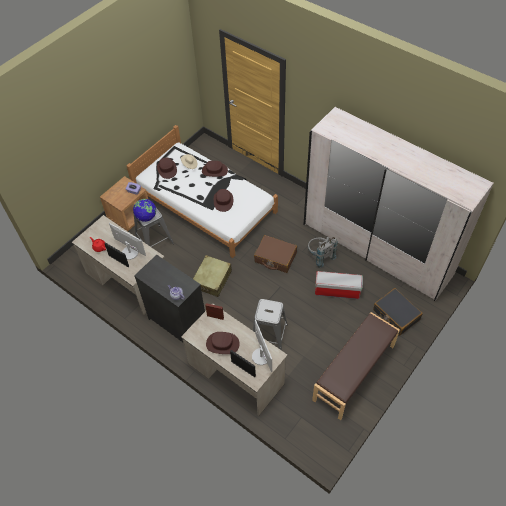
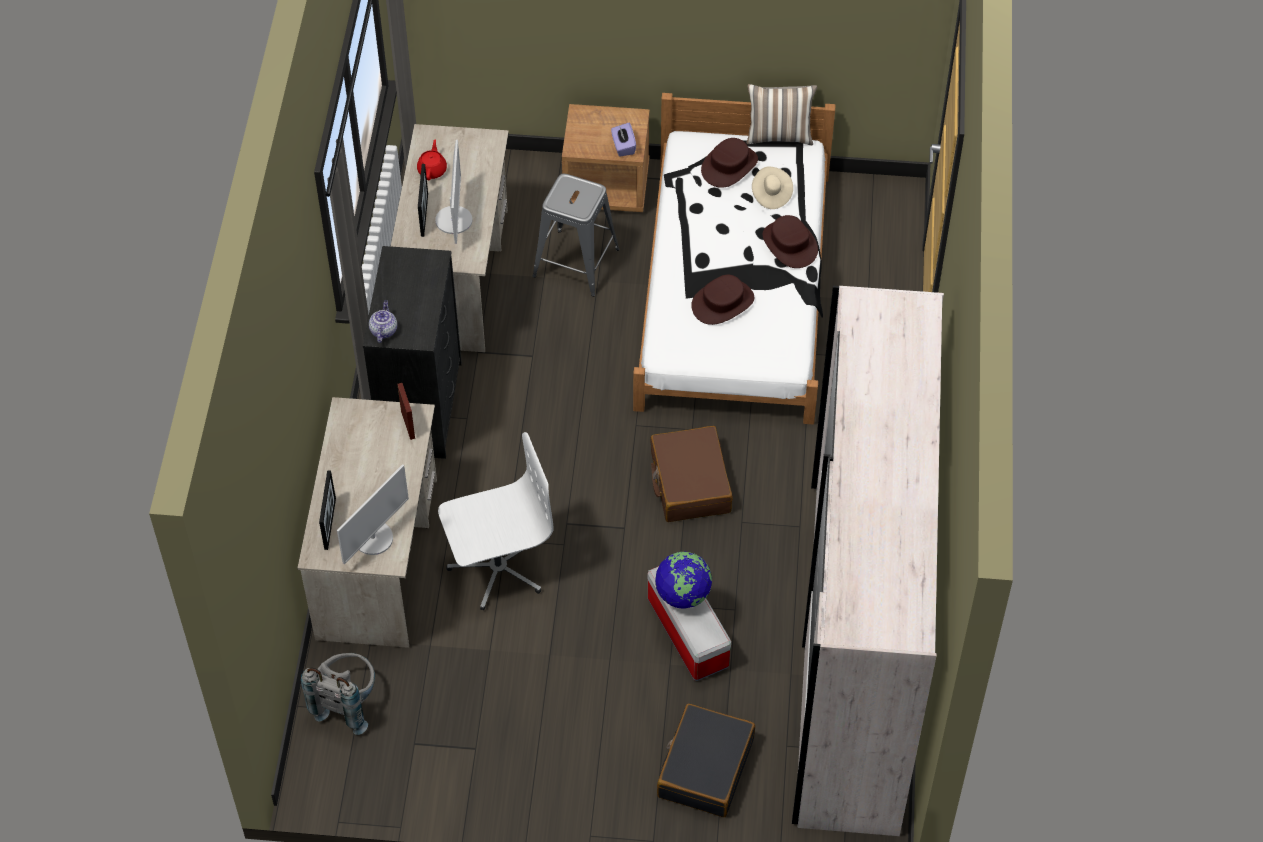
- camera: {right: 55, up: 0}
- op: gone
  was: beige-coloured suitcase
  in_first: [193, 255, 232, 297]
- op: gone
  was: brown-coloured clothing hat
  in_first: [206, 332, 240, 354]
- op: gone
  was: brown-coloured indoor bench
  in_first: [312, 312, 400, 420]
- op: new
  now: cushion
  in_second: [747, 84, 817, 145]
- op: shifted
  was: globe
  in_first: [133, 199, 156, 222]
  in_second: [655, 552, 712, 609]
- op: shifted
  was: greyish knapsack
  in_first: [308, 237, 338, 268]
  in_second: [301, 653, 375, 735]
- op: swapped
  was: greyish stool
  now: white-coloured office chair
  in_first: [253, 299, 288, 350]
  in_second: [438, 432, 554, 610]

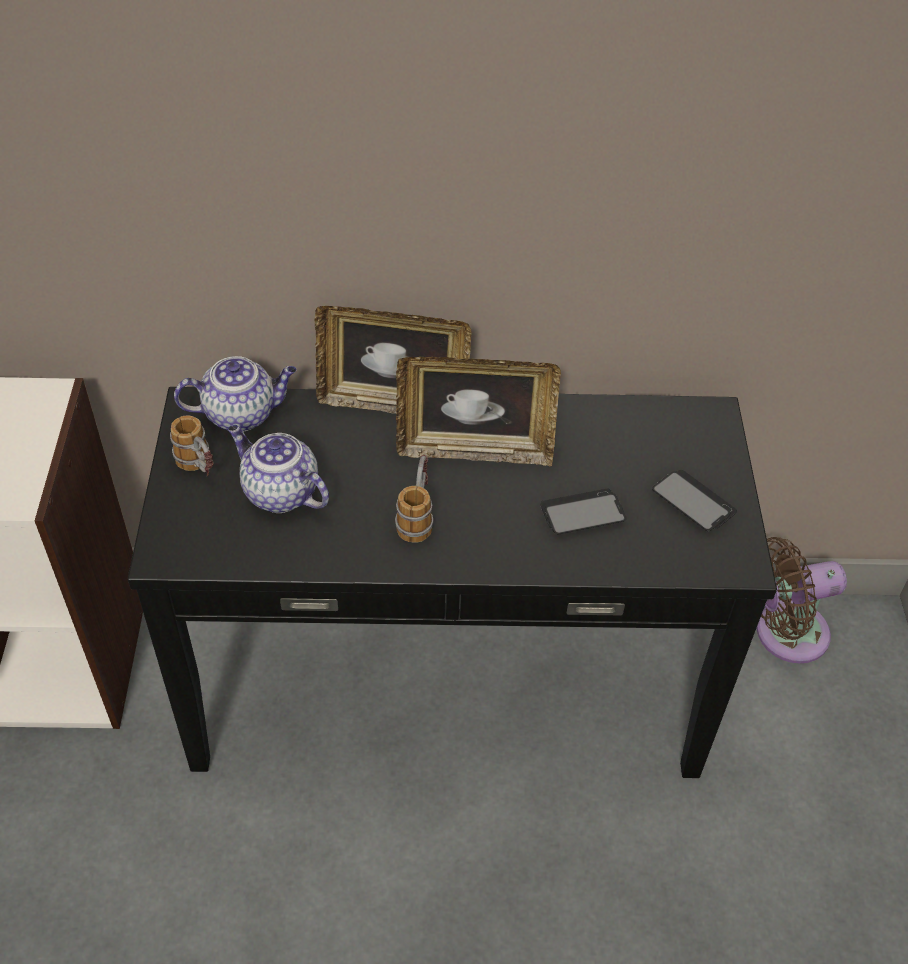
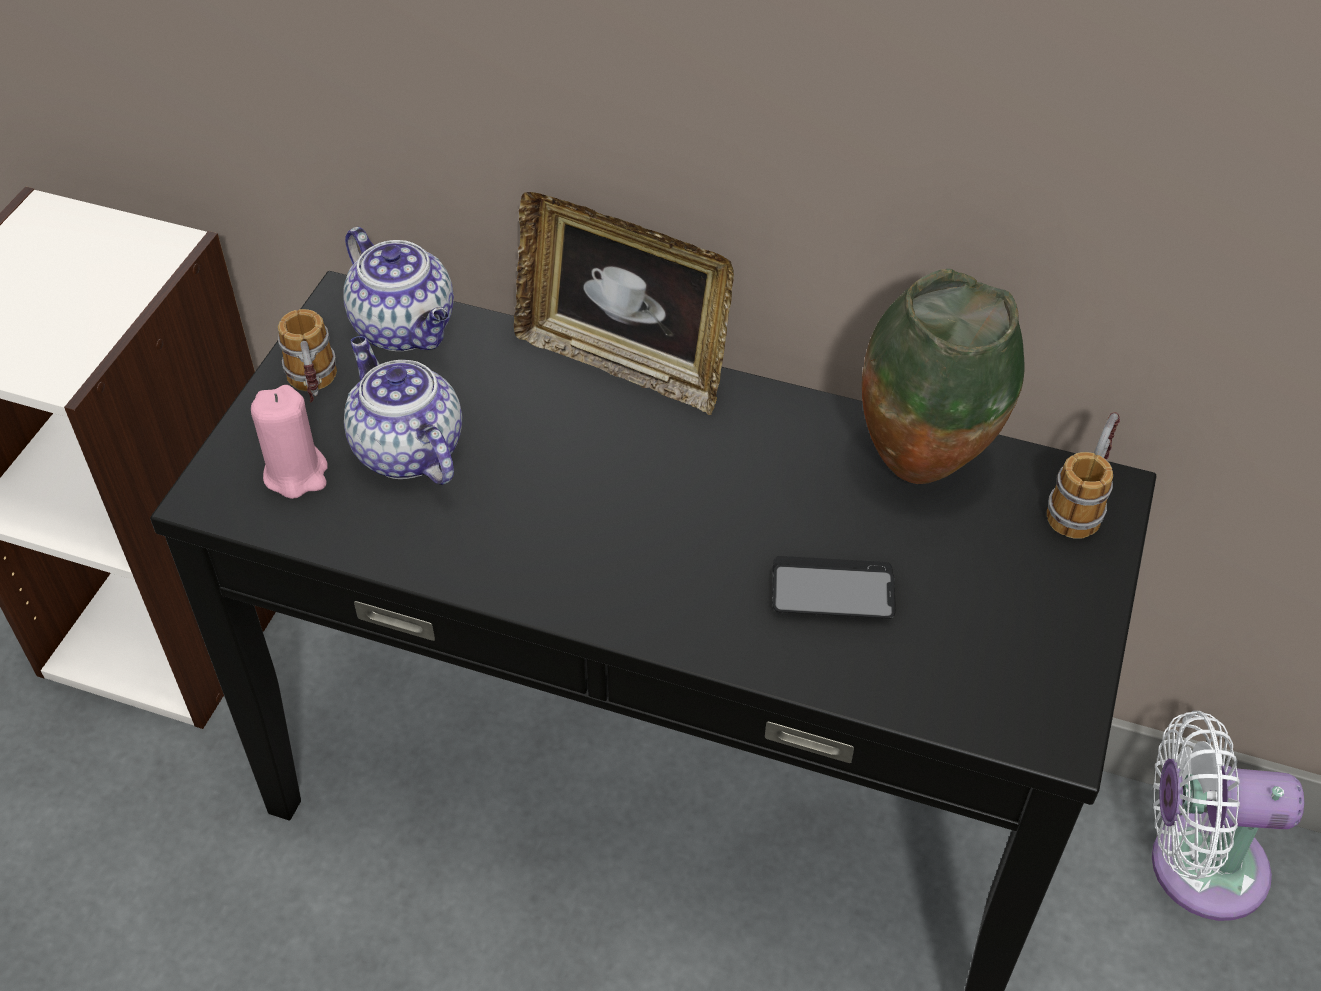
- camera: {right: 20, up: 0}
- op: gone
  was: photo frame
  in_first: [396, 357, 561, 466]
- op: gone
  was: phone
  in_first: [652, 470, 737, 531]
- op: new
  now: pink-coloured wax candle
  in_second: [251, 385, 328, 499]
- op: new
  now: flower vase
  in_second: [862, 269, 1025, 484]
- op: shifted
  was: tea mug
  in_first: [395, 455, 433, 543]
  in_second: [1047, 412, 1120, 539]
- op: repainted
  was: brown-coloured fan
  now: white-coloured fan
  in_first: [756, 537, 847, 664]
  in_second: [1152, 711, 1304, 921]
- op: rotated
  was: tea pot
  in_first: [174, 356, 297, 432]
  in_second: [343, 227, 454, 351]
  clockwise: 45

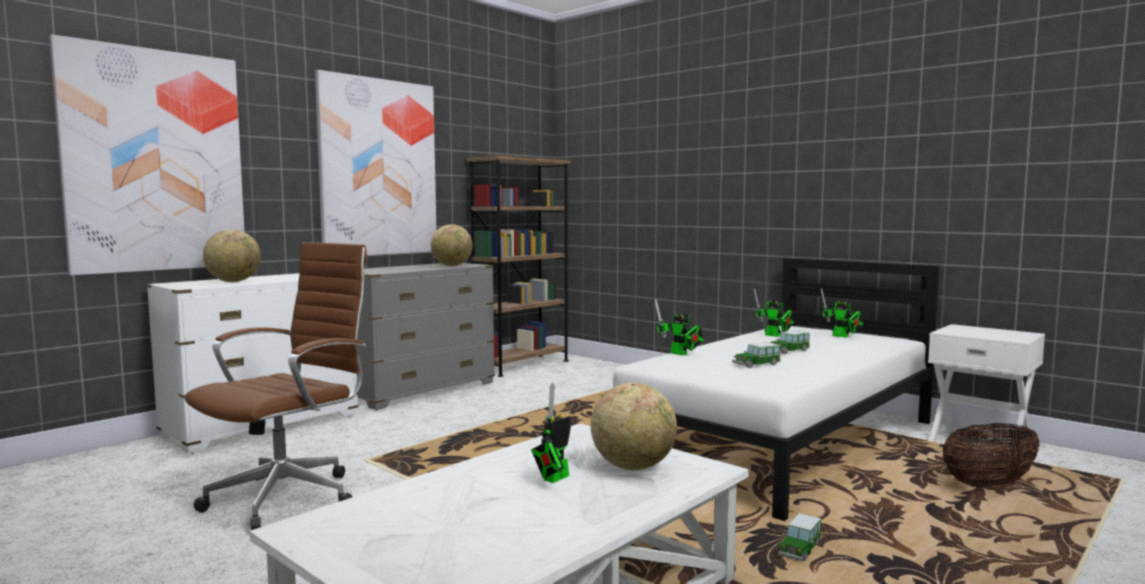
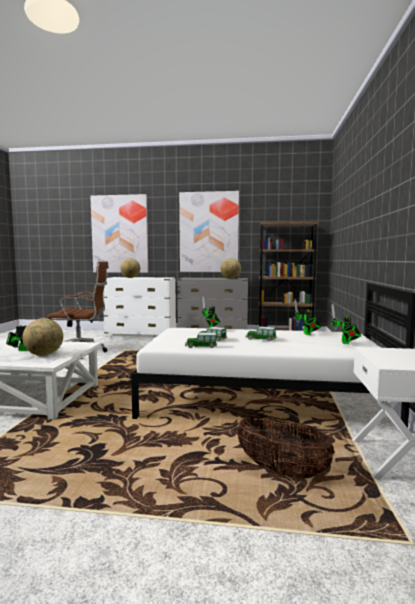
- camera: {right: 55, up: 0}
- op: shifted
  was: toy car
  in_first: [778, 513, 822, 562]
  in_second: [185, 333, 217, 348]

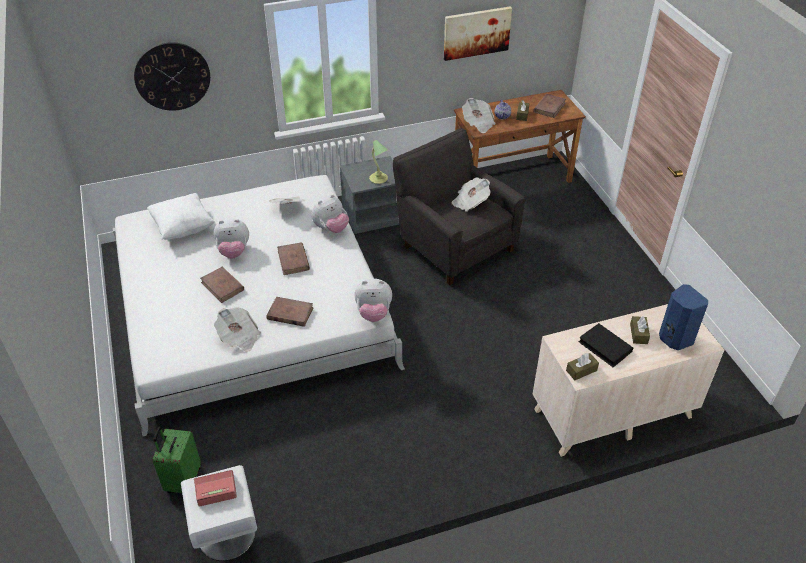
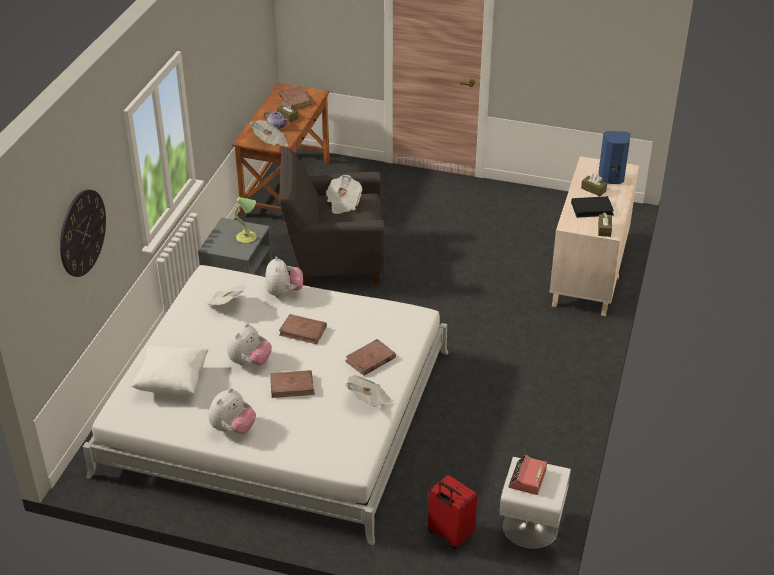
- camera: {right: -55, up: -5}
- op: gone
  was: picture
  in_first: [444, 6, 512, 61]
- op: shifted
  was: cuddly toy
  in_first: [354, 278, 392, 322]
  in_second: [208, 388, 256, 434]
- op: repainted
  was: green-coloured suitcase
  now: red suitcase
  in_first: [153, 427, 201, 493]
  in_second: [428, 475, 477, 549]

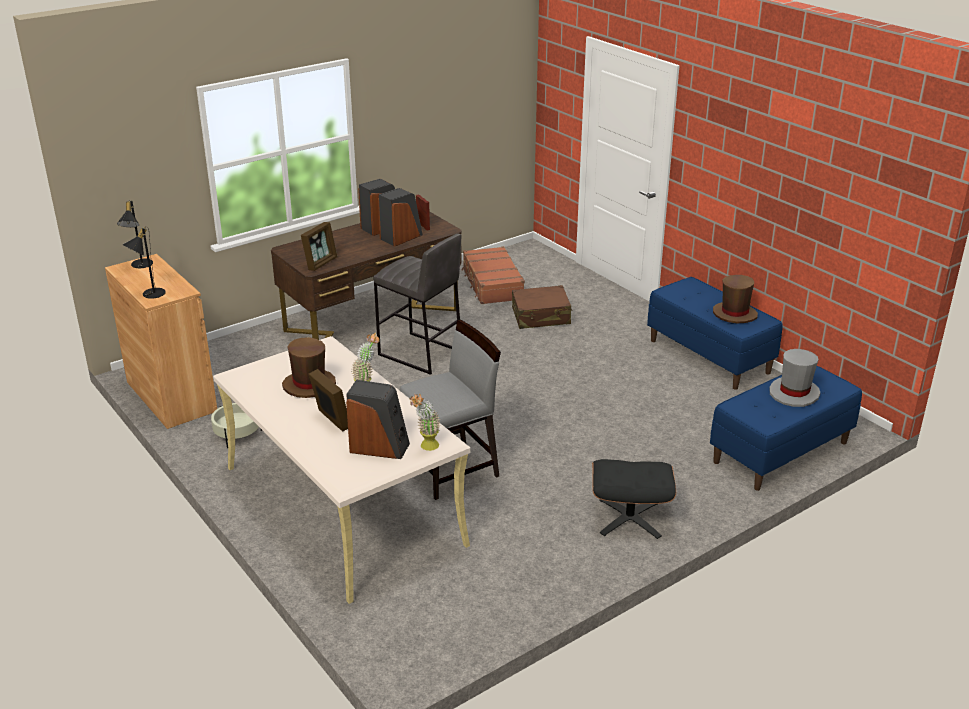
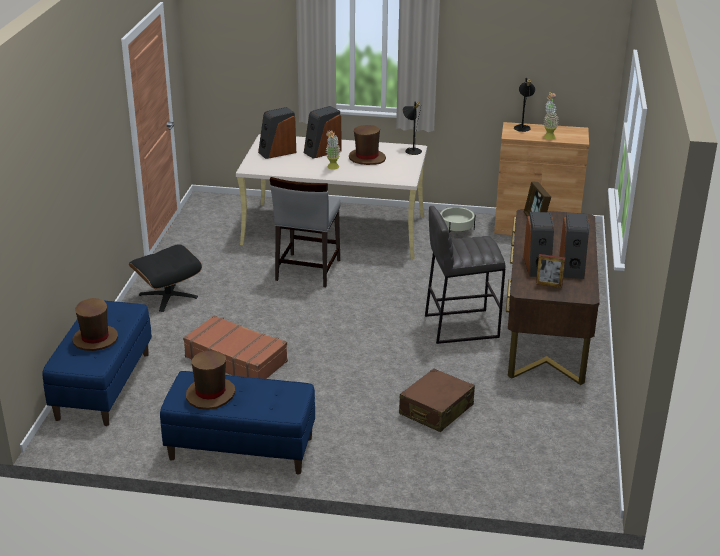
- camera: {right: 135, up: 0}
- op: shifted
  was: black tabletop lamp
  in_first: [117, 200, 153, 268]
  in_second: [403, 102, 422, 155]
- op: shifted
  was: potted plant
  in_first: [409, 394, 440, 451]
  in_second: [543, 93, 558, 140]
- op: shifted
  was: brown-coloured suitcase
  in_first: [461, 246, 525, 304]
  in_second: [183, 315, 288, 379]
- op: swapped
  was: photo frame
  now: speaker
  in_first: [309, 369, 348, 432]
  in_second: [304, 106, 342, 159]
- op: repainted
  was: greyish clothing hat
  now: brown-coloured clothing hat
  in_first: [769, 349, 820, 407]
  in_second: [72, 298, 118, 351]

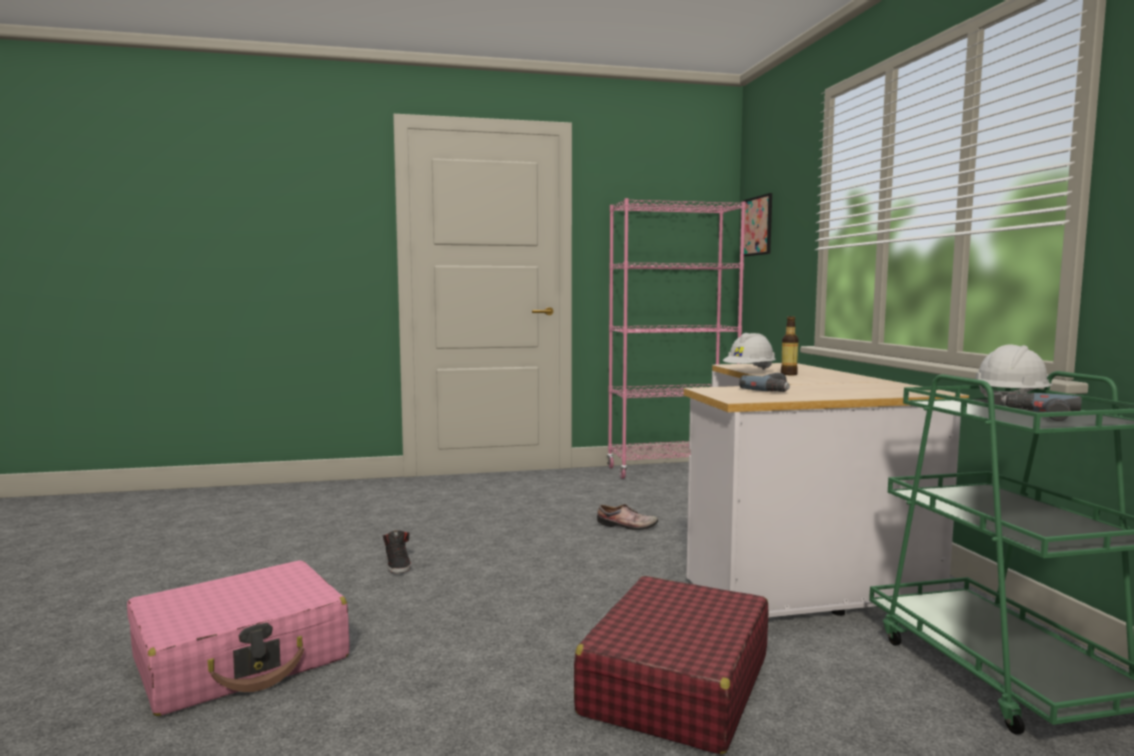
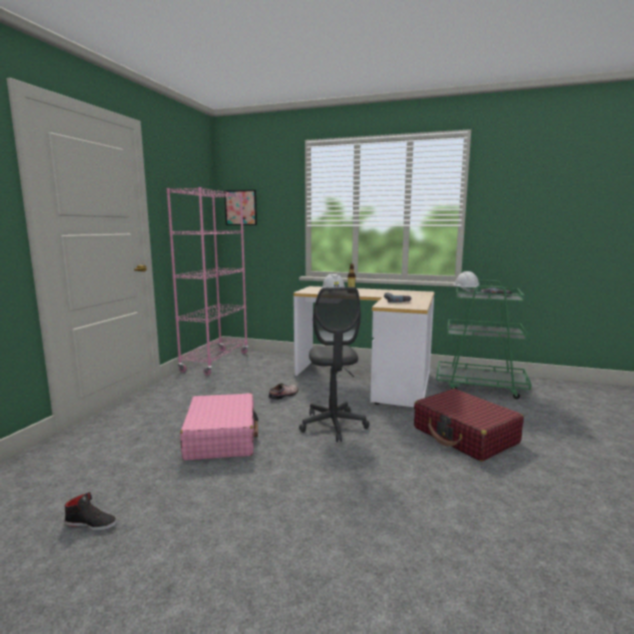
- camera: {right: -60, up: 5}
- op: new
  now: greyish office chair
  in_second: [299, 287, 369, 442]
- op: shifted
  was: pink-coloured suitcase
  in_first: [127, 561, 350, 716]
  in_second: [180, 393, 258, 460]
- op: shifted
  was: black shoe
  in_first: [383, 530, 411, 573]
  in_second: [65, 492, 117, 531]

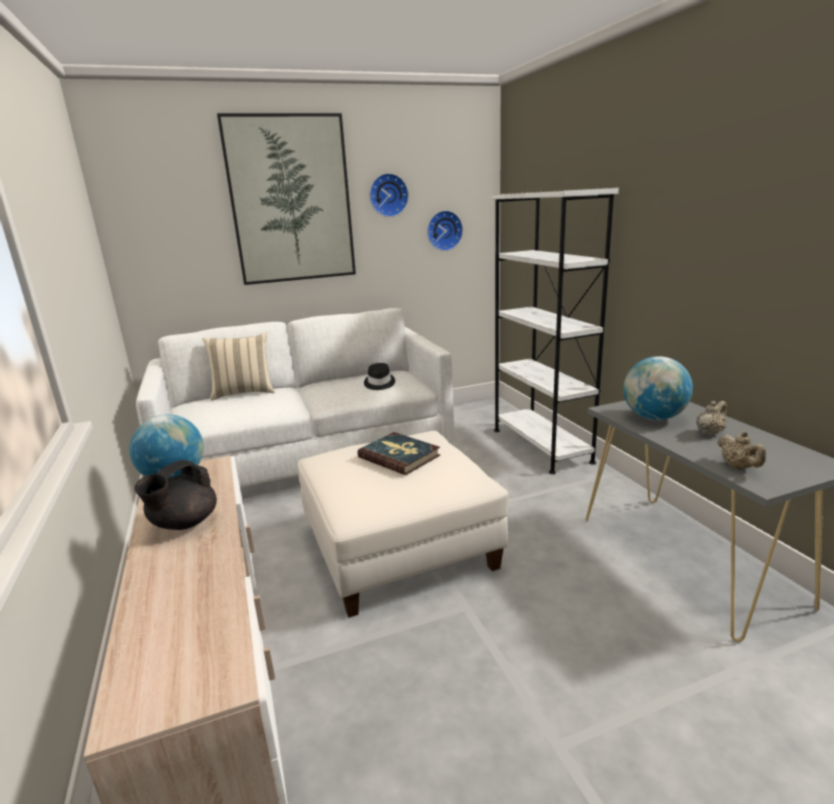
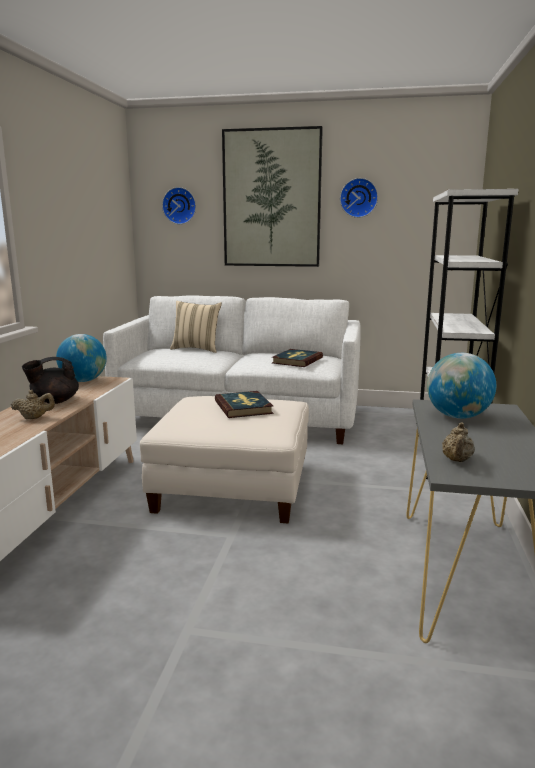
- camera: {right: 30, up: -5}
- op: shifted
  was: clock on the wall
  in_first: [427, 210, 463, 251]
  in_second: [162, 187, 196, 224]
- op: shifted
  was: beige-coloured tea pot
  in_first: [696, 401, 727, 436]
  in_second: [11, 390, 55, 419]
- op: swapped
  was: black clothing hat
  now: book
  in_first: [364, 363, 395, 390]
  in_second: [272, 349, 323, 367]

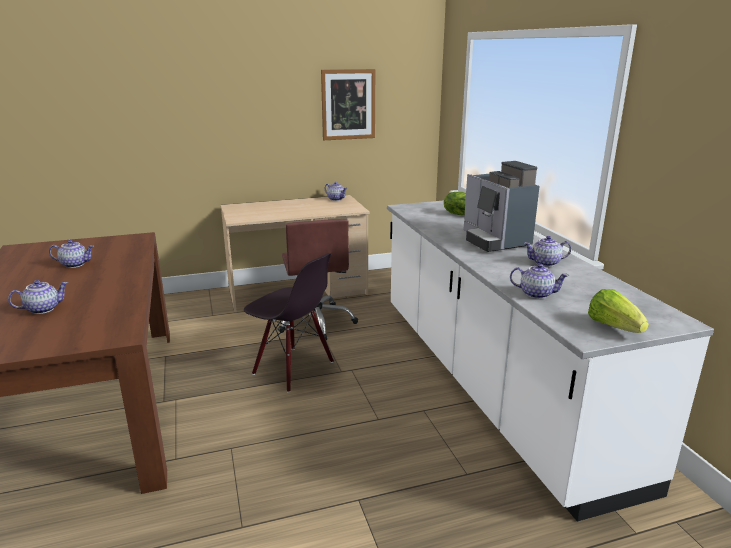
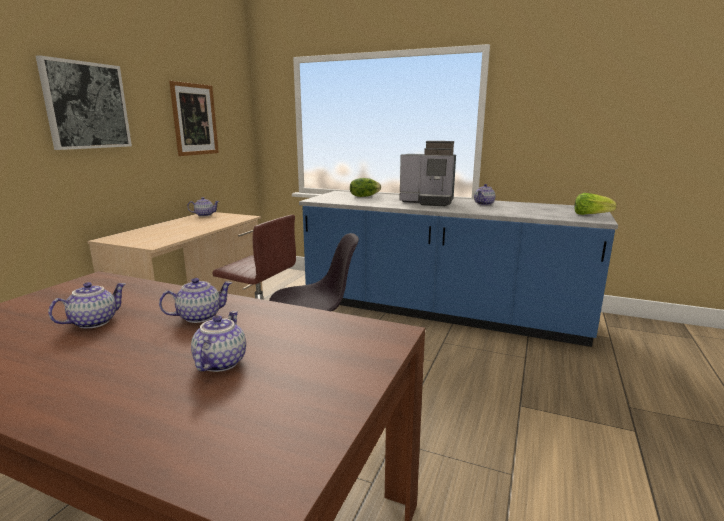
- camera: {right: -50, up: -5}
- op: new
  now: picture
  in_second: [36, 55, 132, 150]
- op: shifted
  was: tea pot
  in_first: [510, 263, 569, 299]
  in_second: [159, 278, 233, 323]
- op: repainted
  was: white-coloured kitchen counter
  now: blue kitchen counter
  in_first: [387, 201, 714, 522]
  in_second: [299, 191, 618, 347]

